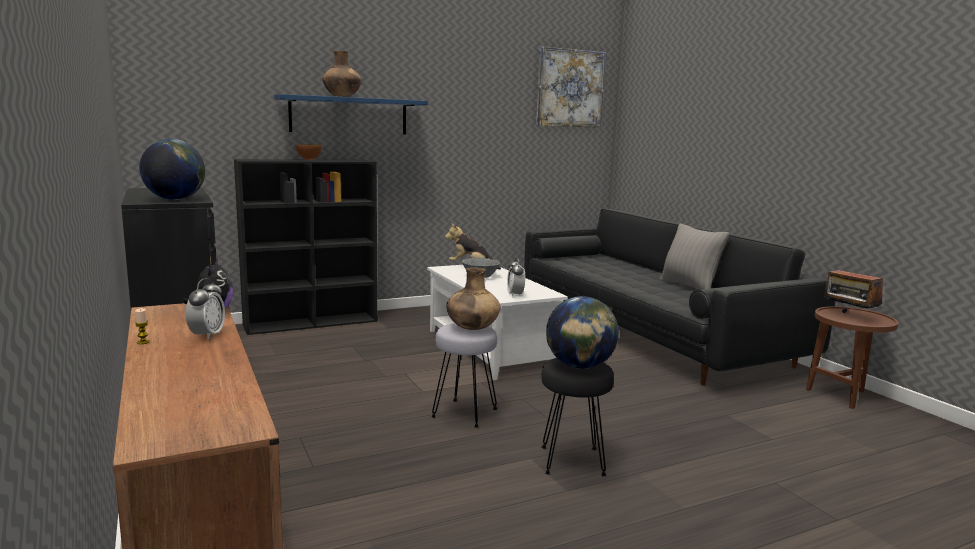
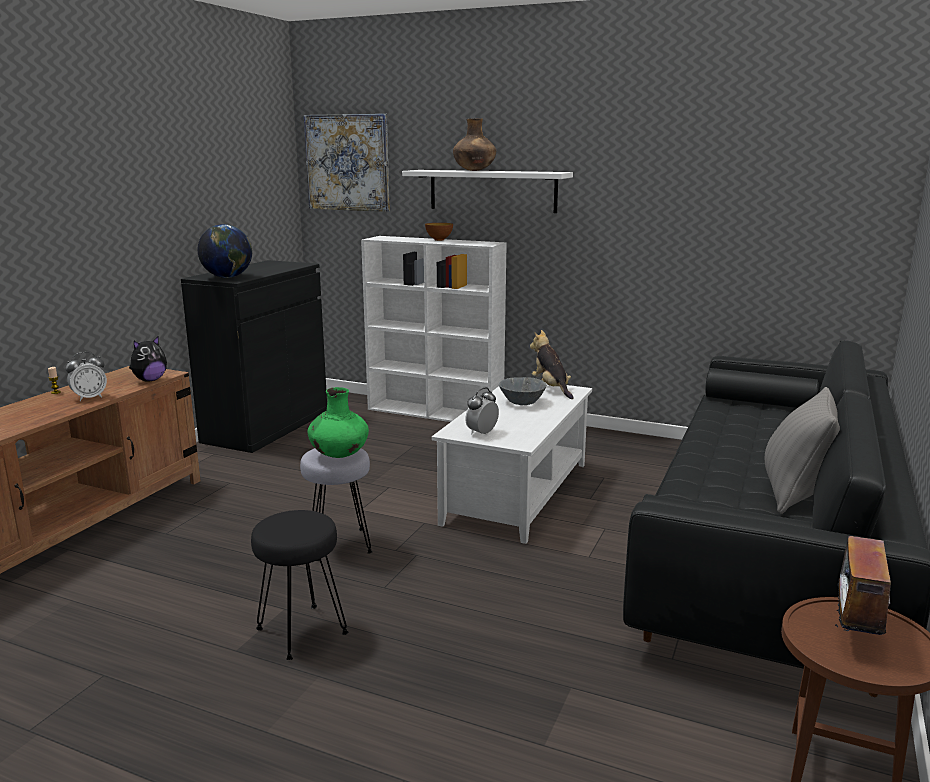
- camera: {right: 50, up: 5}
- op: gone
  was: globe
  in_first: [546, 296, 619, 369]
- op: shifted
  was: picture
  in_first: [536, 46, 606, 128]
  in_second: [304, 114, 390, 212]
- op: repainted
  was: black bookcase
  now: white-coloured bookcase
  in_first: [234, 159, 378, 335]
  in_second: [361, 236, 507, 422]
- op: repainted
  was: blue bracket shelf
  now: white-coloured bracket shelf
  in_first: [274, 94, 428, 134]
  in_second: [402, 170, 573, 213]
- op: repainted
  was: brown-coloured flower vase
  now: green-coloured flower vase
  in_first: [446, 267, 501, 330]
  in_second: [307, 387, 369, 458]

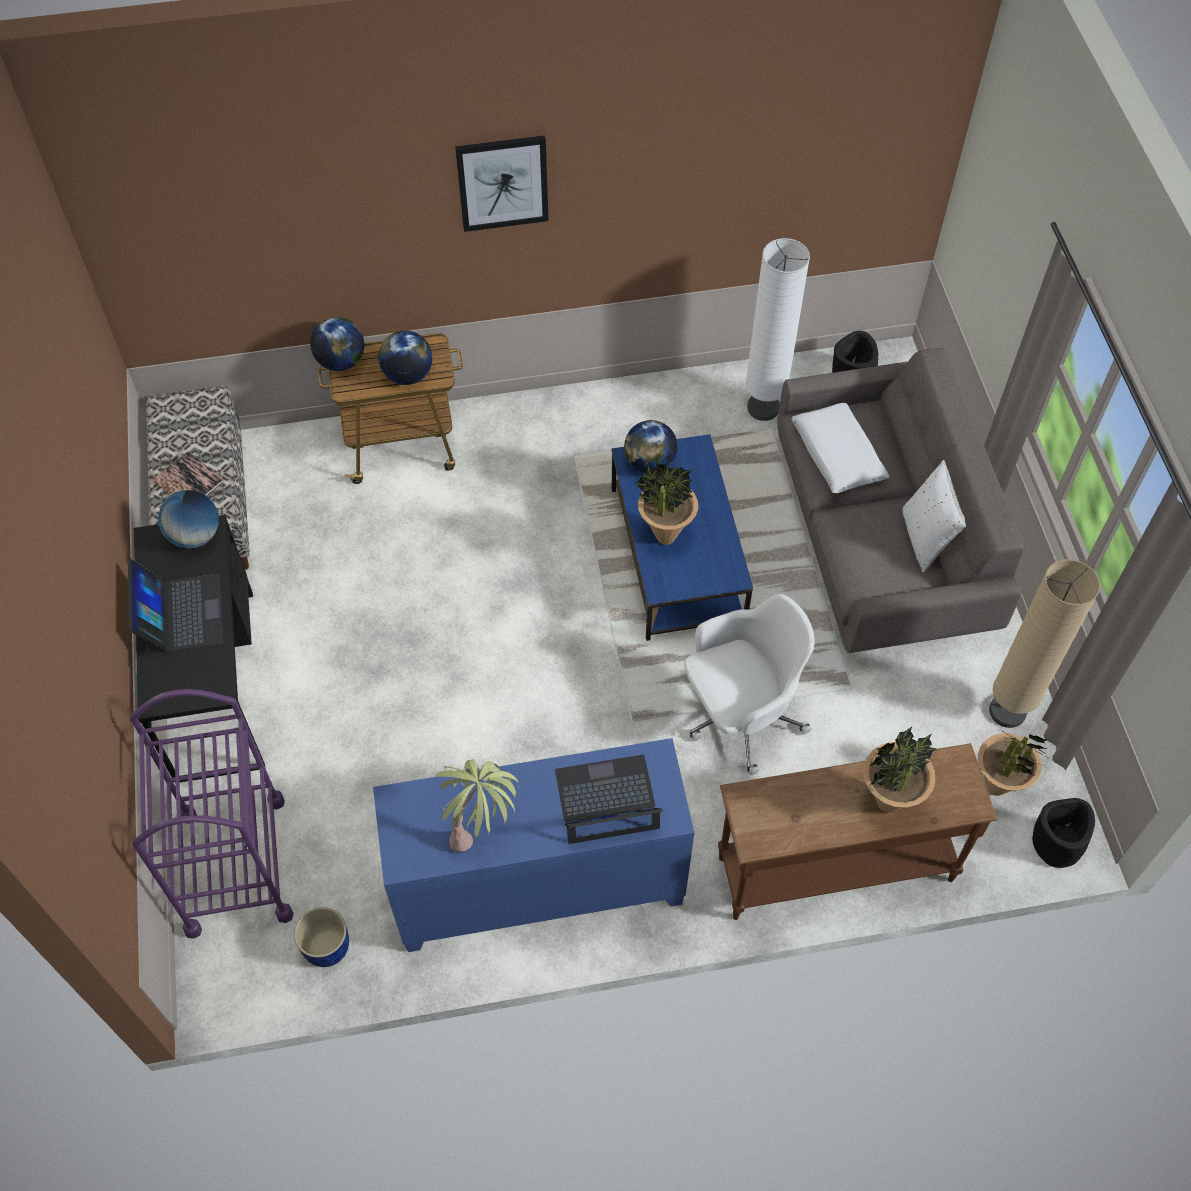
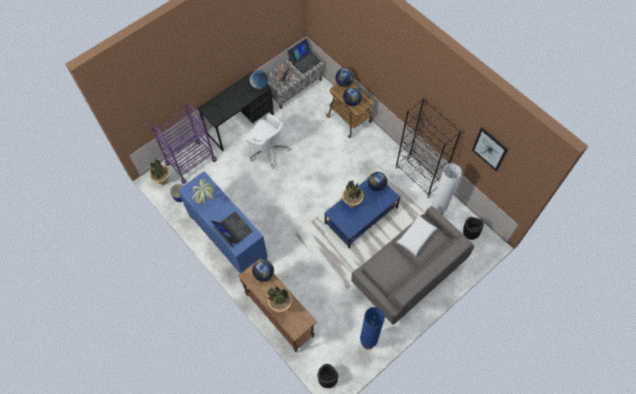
- camera: {right: 60, up: 5}
- op: gone
  was: white-coloured cushion
  in_first: [903, 460, 966, 573]
- op: new
  now: globe
  in_second: [252, 260, 274, 281]
- op: new
  now: black bookcase
  in_second: [395, 99, 461, 198]
- op: shifted
  was: portable computer
  in_first: [128, 559, 224, 654]
  in_second: [287, 39, 321, 74]
- op: shifted
  was: picture
  in_first: [455, 135, 549, 232]
  in_second: [472, 128, 508, 171]
- op: shifted
  was: white-coloured office chair
  in_first: [684, 594, 815, 775]
  in_second: [246, 114, 291, 169]
- op: shifted
  was: potted plant
  in_first: [978, 730, 1047, 796]
  in_second: [150, 159, 170, 185]
- op: repainted
  was: beige-coloured floor lamp
  now: blue floor lamp
  in_first: [989, 559, 1100, 728]
  in_second: [360, 307, 385, 349]

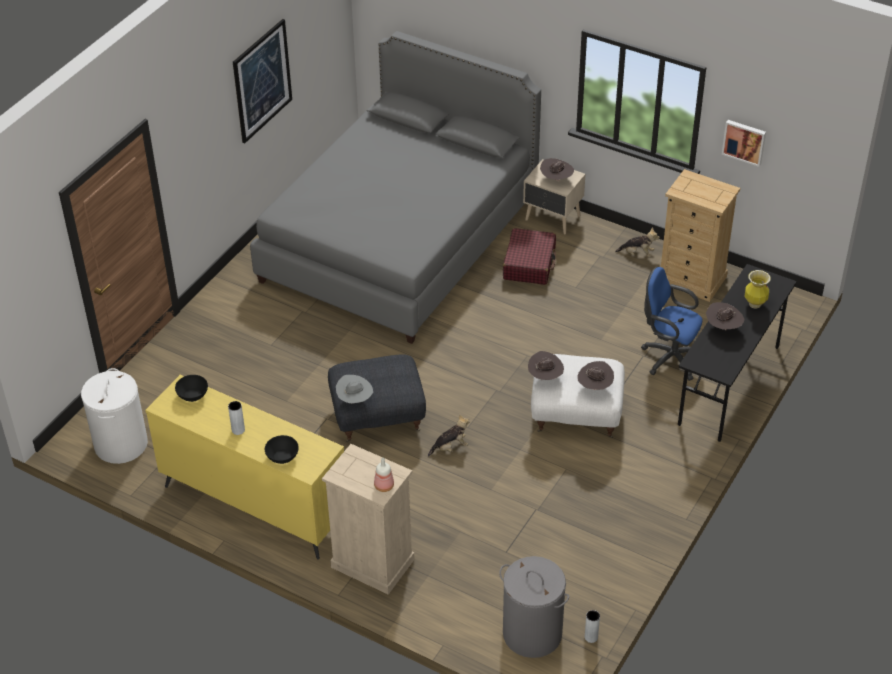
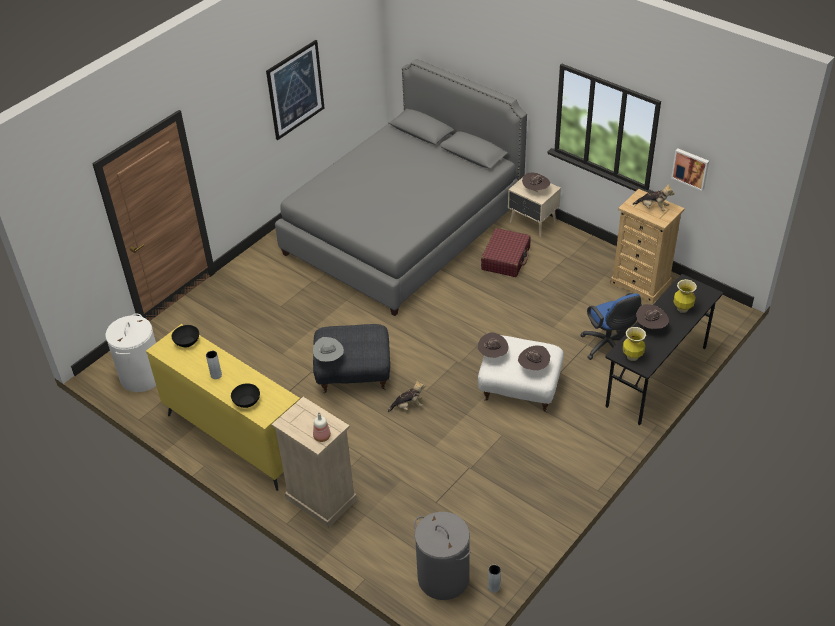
- camera: {right: 10, up: 0}
- op: new
  now: flower vase
  in_second: [623, 327, 646, 361]
- op: shifted
  was: cuddly toy
  in_first: [615, 227, 660, 257]
  in_second: [632, 183, 675, 211]
- op: rotated
  was: blue office chair
  in_first: [642, 267, 703, 381]
  in_second: [580, 293, 642, 360]
  clockwise: -150

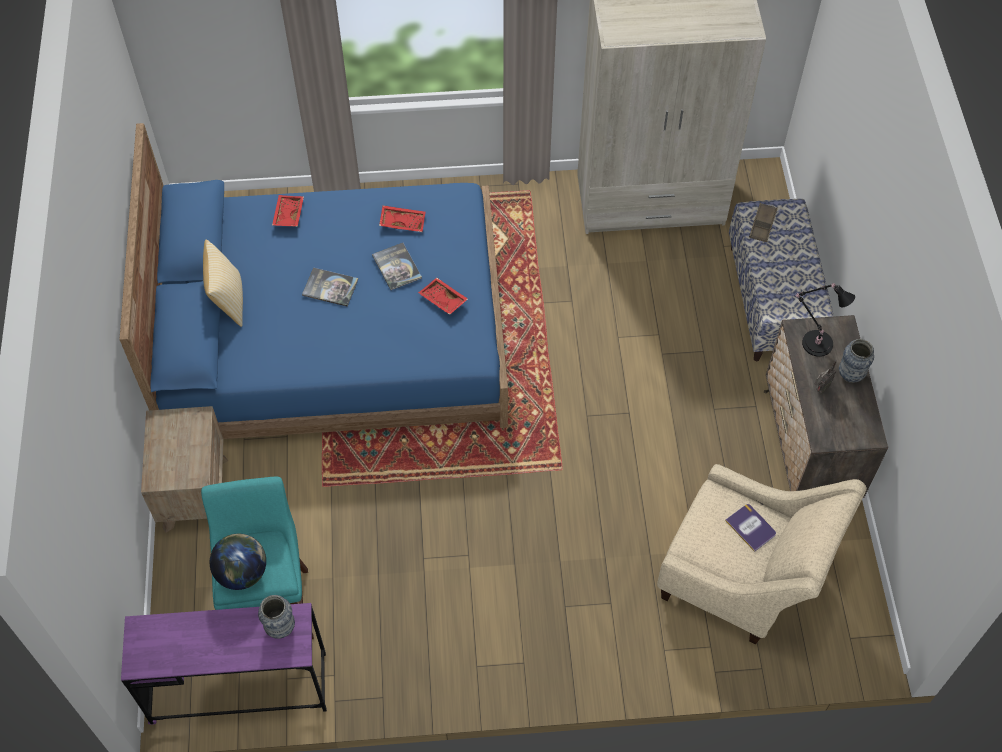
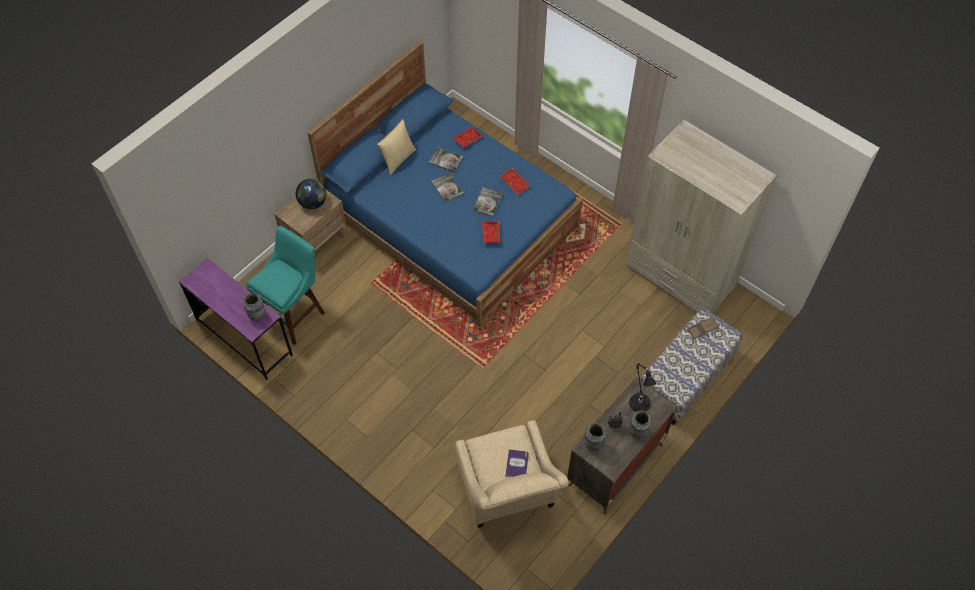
- camera: {right: 45, up: 0}
- op: new
  now: book
  in_second: [428, 147, 463, 172]
- op: new
  now: flower vase
  in_second: [584, 423, 606, 451]
- op: shifted
  was: globe
  in_first: [210, 534, 266, 590]
  in_second: [296, 179, 326, 209]

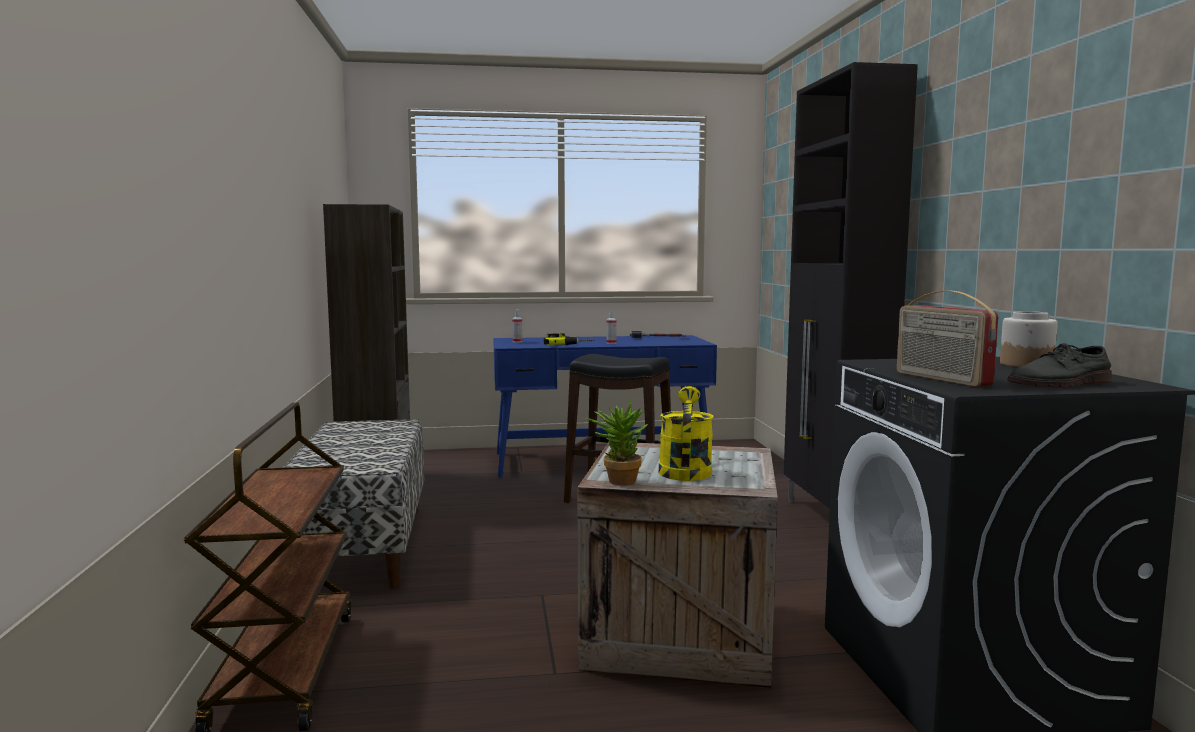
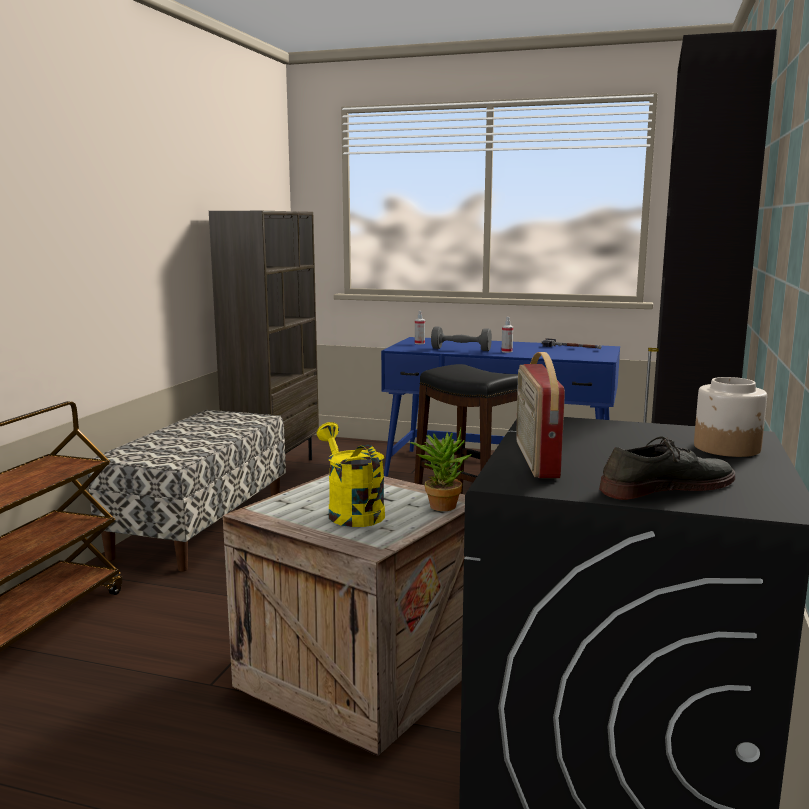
- camera: {right: 25, up: 5}
- op: shifted
  was: potted plant
  in_first: [586, 399, 648, 486]
  in_second: [410, 428, 472, 511]
- op: swapped
  was: drill
  now: greyish free weight
  in_first: [543, 333, 594, 345]
  in_second: [431, 327, 492, 351]
- op: rotated
  was: yellow watering can
  in_first: [659, 386, 713, 481]
  in_second: [317, 422, 385, 527]
  clockwise: -60
- op: rotated
  was: greyish shoe
  in_first: [1007, 343, 1112, 387]
  in_second: [599, 437, 735, 500]
  clockwise: 150

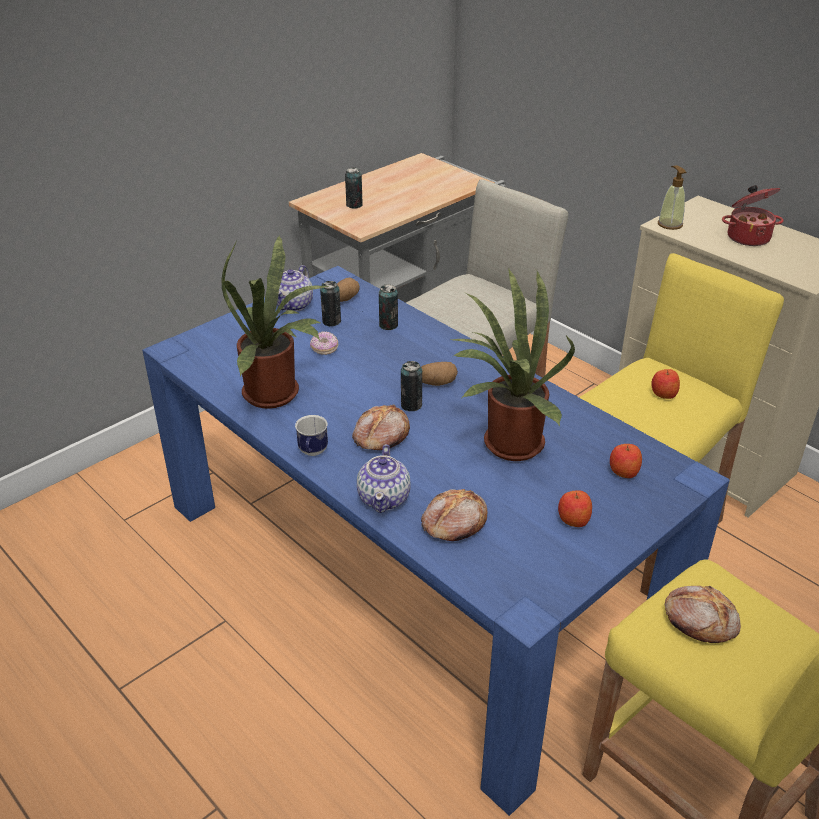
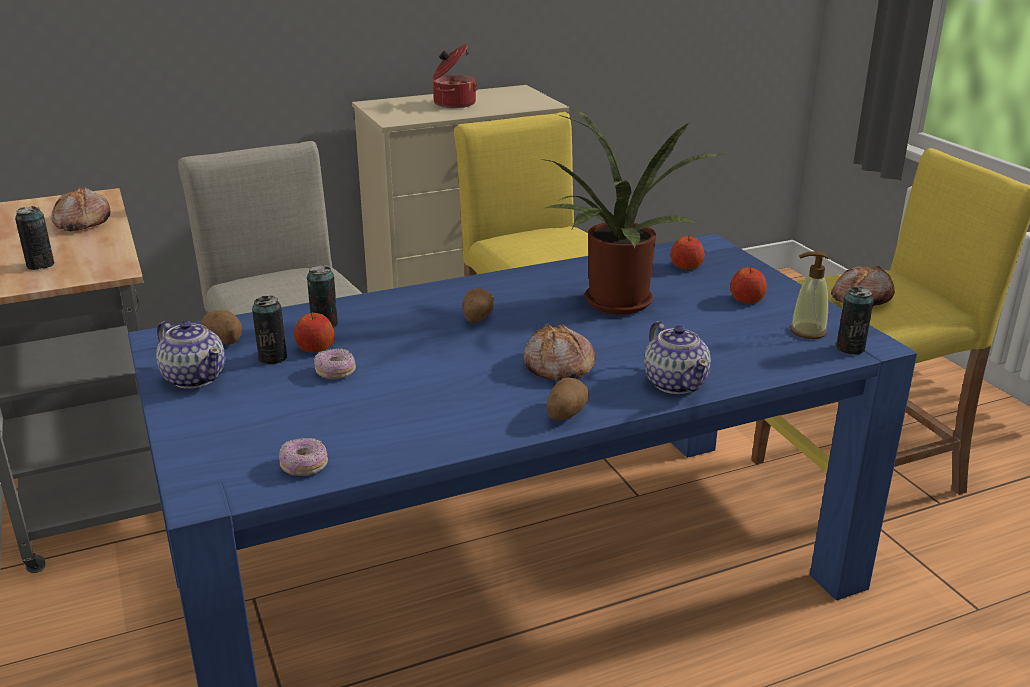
- camera: {right: -70, up: -10}
- op: gone
  was: potted plant
  in_first: [222, 236, 331, 409]
- op: new
  now: doughnut
  in_second: [279, 438, 328, 476]
- op: shifted
  was: can
  in_first: [401, 361, 423, 411]
  in_second: [836, 287, 874, 355]
- op: shifted
  was: baked bread
  in_first: [421, 489, 487, 541]
  in_second: [51, 187, 110, 231]
- op: shifted
  was: apple fruit
  in_first: [651, 369, 680, 399]
  in_second: [294, 313, 335, 352]
- op: shifted
  was: liquid soap bottle
  in_first: [658, 166, 686, 230]
  in_second: [790, 251, 829, 339]
- op: swapped
  was: tea mug
  now: spud
  in_first: [295, 415, 328, 456]
  in_second: [547, 378, 589, 421]
- op: rotated
  was: tea pot
  in_first: [357, 444, 411, 513]
  in_second: [644, 321, 711, 394]
  clockwise: 45

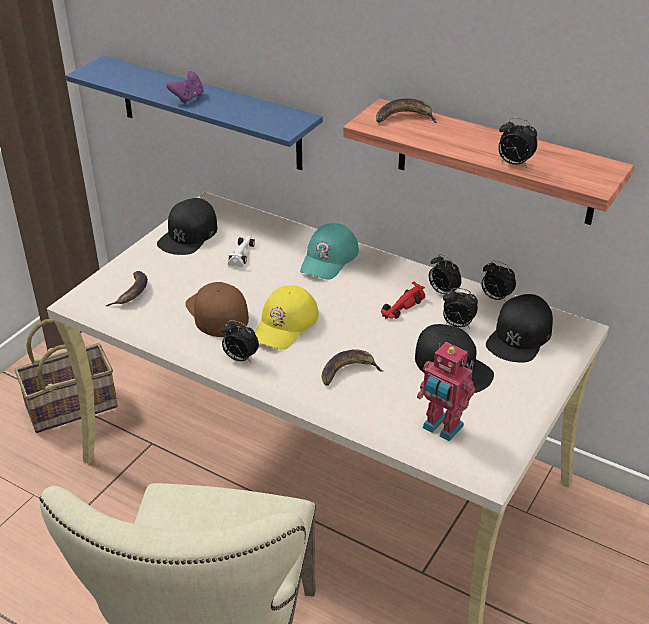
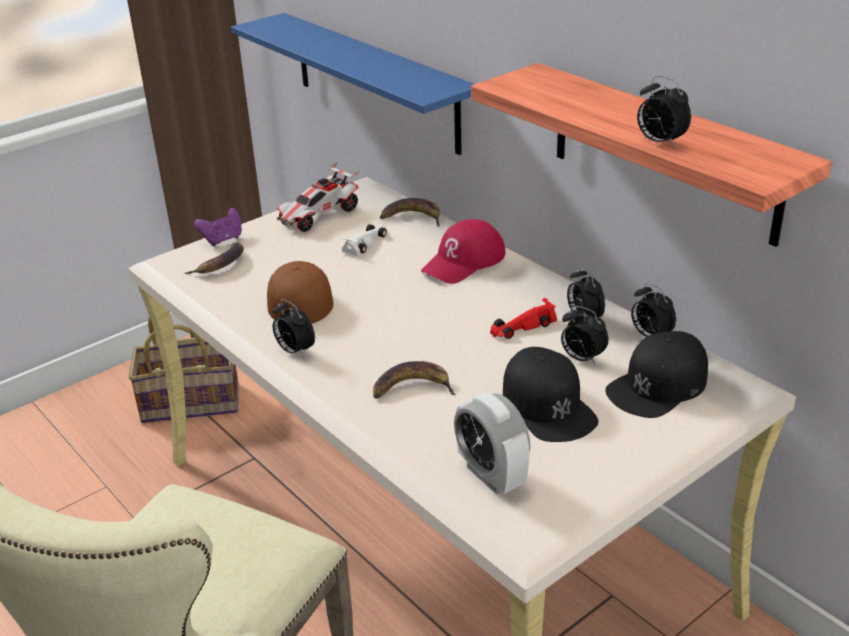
- camera: {right: 20, up: -5}
- op: gone
  was: yellow baseball cap
  in_first: [255, 285, 319, 350]
- op: shifted
  was: purplish gamepad
  in_first: [166, 71, 203, 104]
  in_second: [194, 208, 242, 246]
- op: shifted
  was: whole banana
  in_first: [376, 99, 437, 123]
  in_second: [380, 198, 440, 227]
- op: swapped
  was: black baseball cap
  now: toy car
  in_first: [157, 198, 217, 255]
  in_second: [277, 161, 359, 232]
- op: swapped
  was: toy robot
  now: table clock
  in_first: [417, 342, 475, 441]
  in_second: [454, 392, 530, 495]
- op: repainted
  was: turquoise baseball cap
  now: red baseball cap
  in_first: [300, 223, 359, 280]
  in_second: [421, 219, 506, 284]

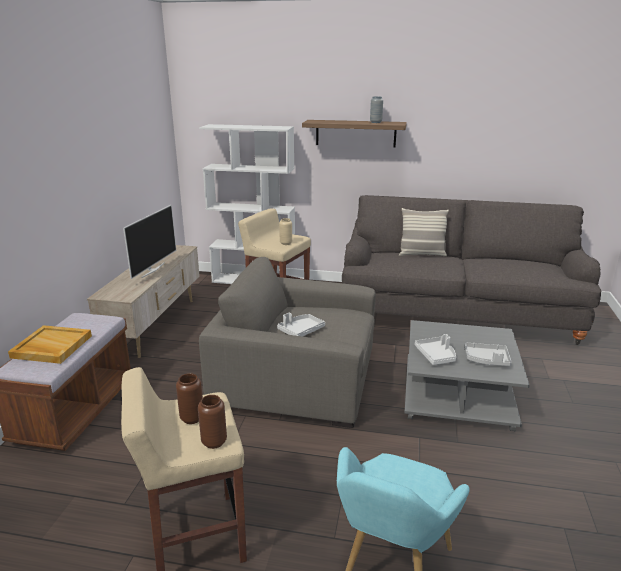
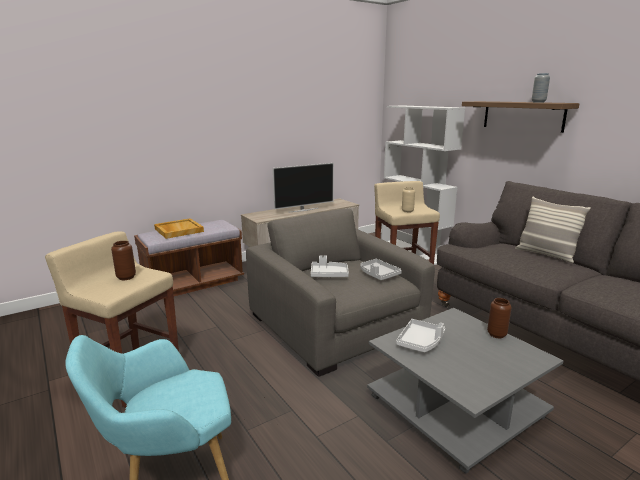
- camera: {right: 45, up: -5}
- op: shifted
  was: brown-coloured flower vase
  in_first: [198, 395, 227, 449]
  in_second: [487, 298, 512, 338]
- op: shifted
  was: greyish serving tray
  in_first: [465, 343, 512, 366]
  in_second: [360, 259, 402, 280]

